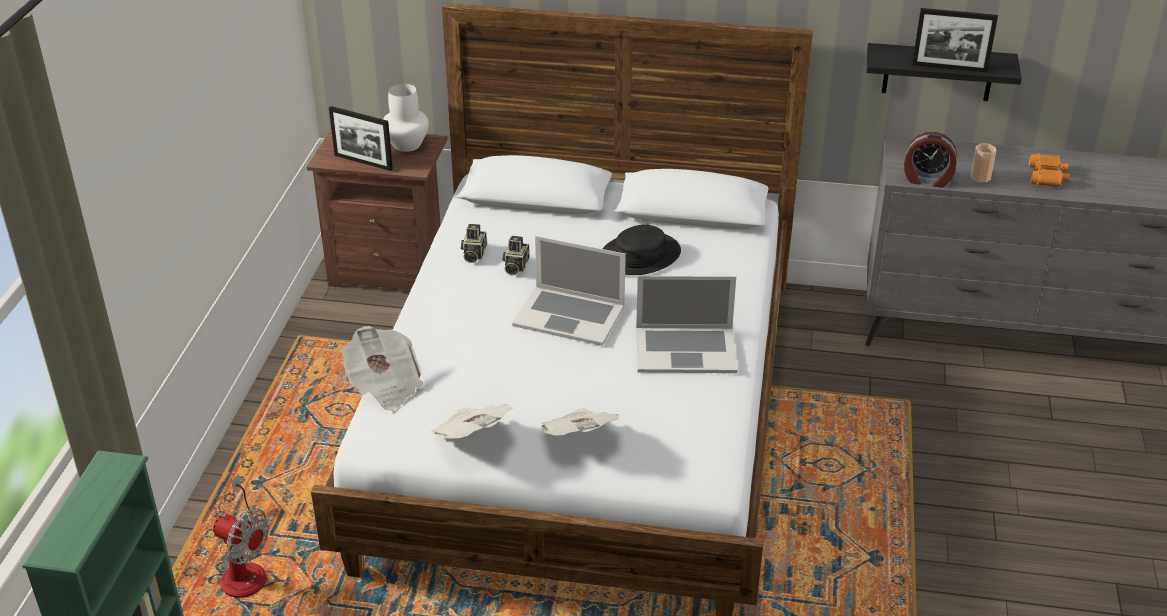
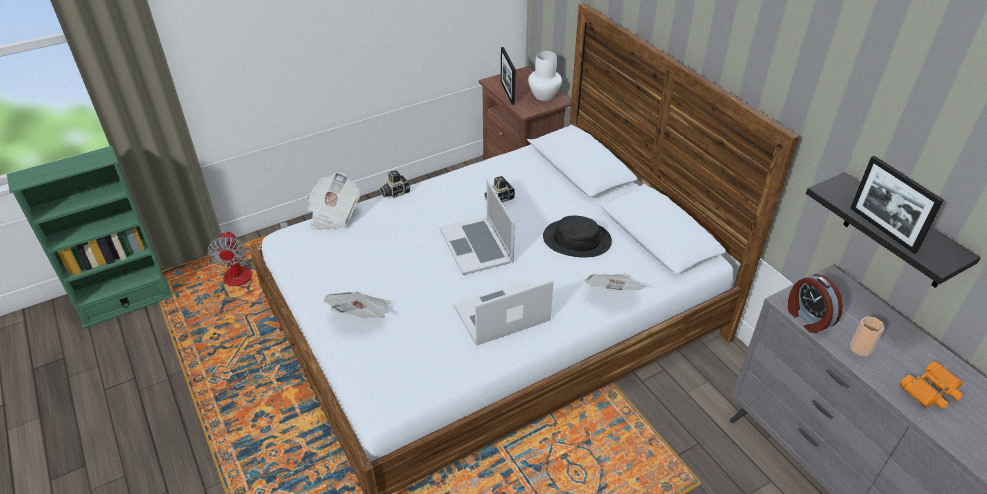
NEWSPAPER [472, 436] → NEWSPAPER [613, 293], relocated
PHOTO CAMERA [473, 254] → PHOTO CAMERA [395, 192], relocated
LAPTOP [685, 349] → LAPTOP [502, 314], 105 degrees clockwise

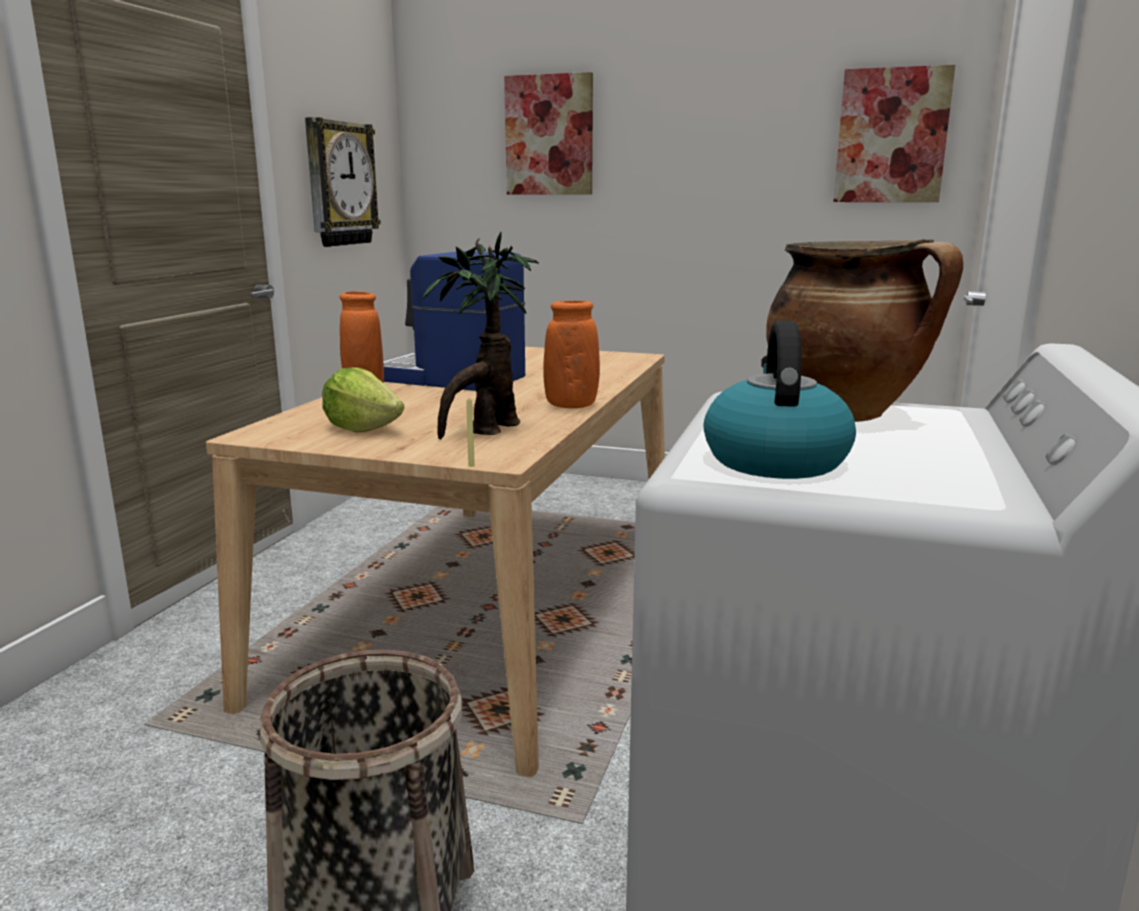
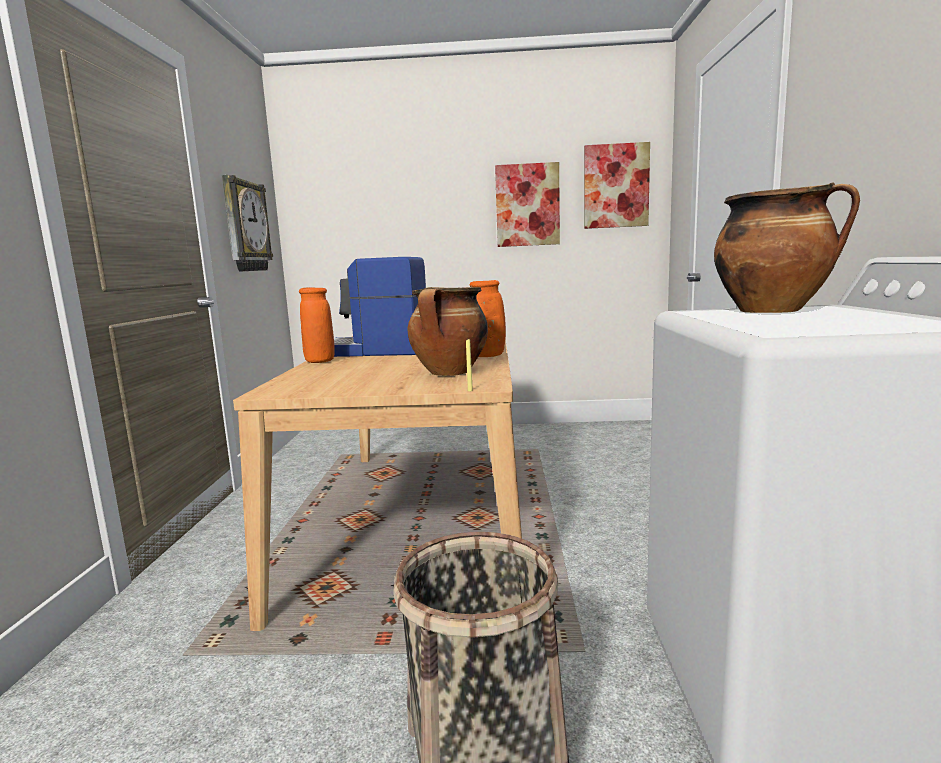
LETTUCE [362, 429] → -
POTTED PLANT [486, 431] → COOKING POT [450, 373]
PICTURE [549, 135] → PICTURE [527, 205], relocated
KETTLE [774, 460] → -

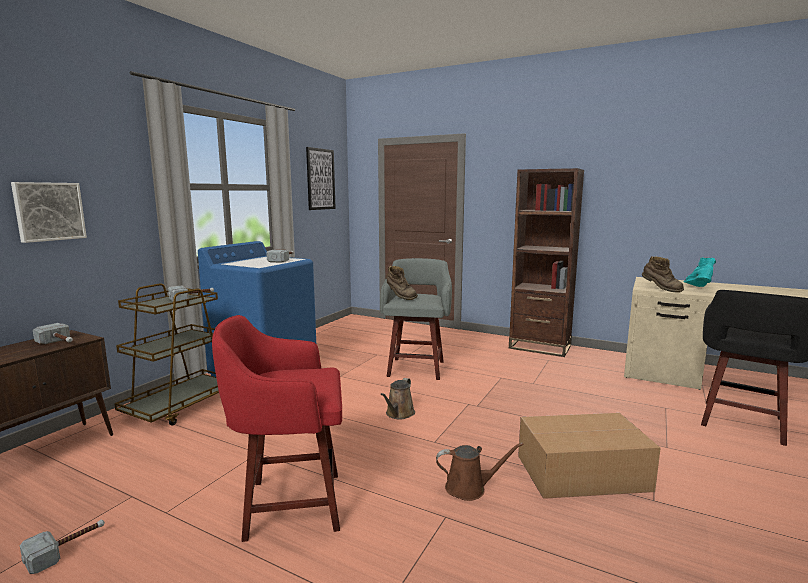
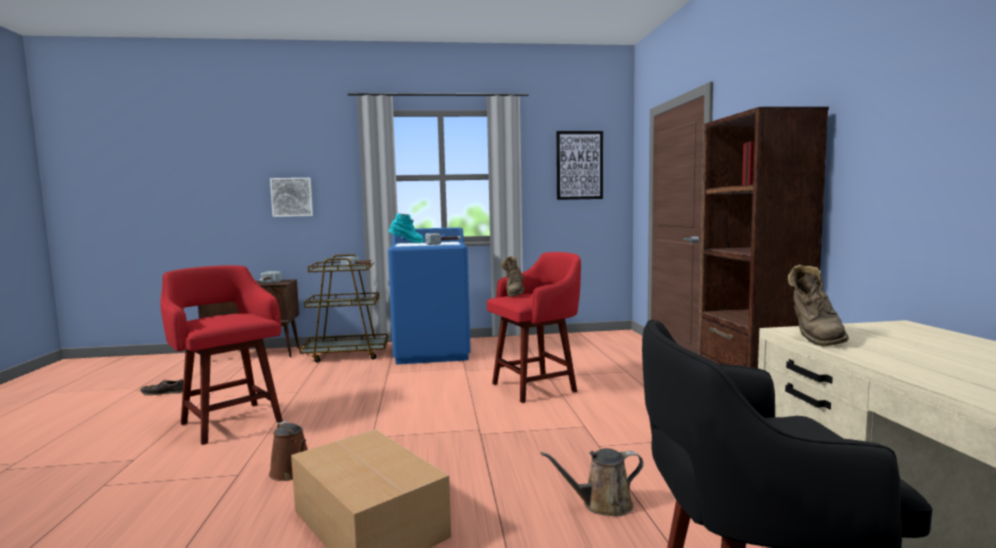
HAMMER [67, 549] → BROWN SHOE [164, 392]
GREY STOOL [416, 368] → RED STOOL [536, 387]
BROWN WATERING CAN [399, 414] → BROWN WATERING CAN [602, 504], relocated
TURQUOISE BOOT [698, 288] → TURQUOISE BOOT [407, 243], relocated

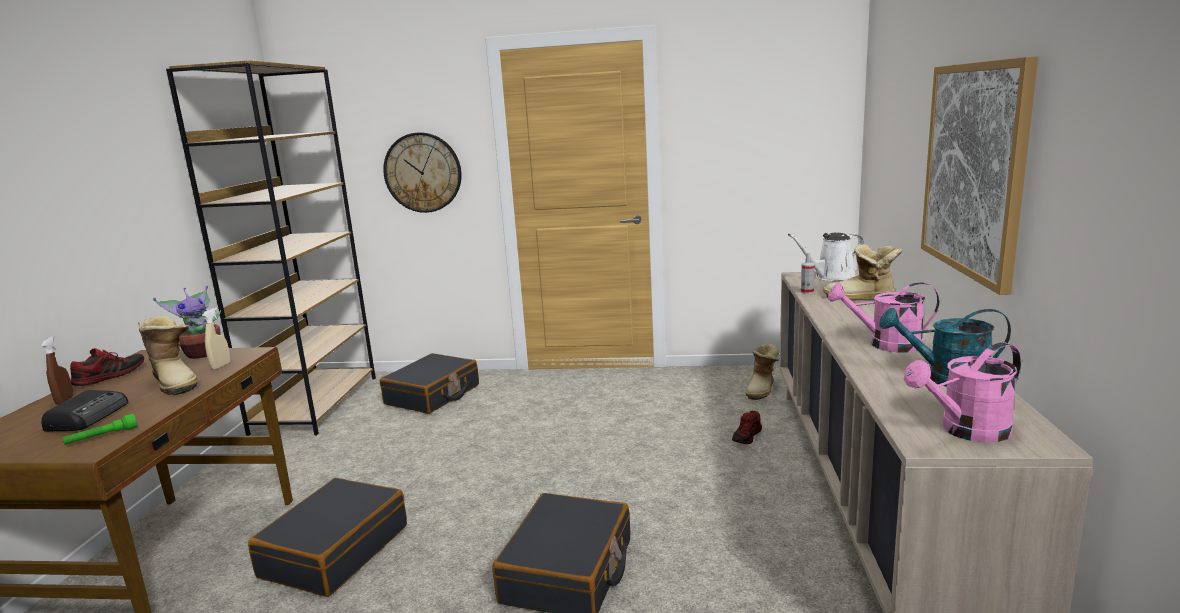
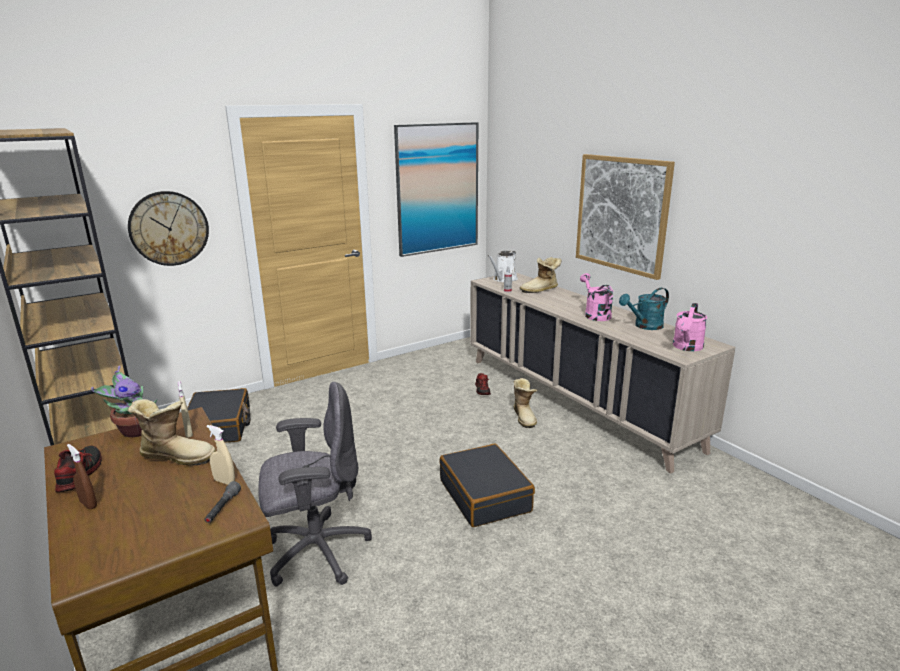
RADIO [89, 416] → -
GREEN FLASHLIGHT [102, 437] → GREY FLASHLIGHT [223, 508]
BLACK SUITCASE [334, 551] → GREY OFFICE CHAIR [315, 552]
BOOT [762, 390] → BOOT [525, 417], relocated
PINK WATERING CAN [886, 344] → PINK WATERING CAN [595, 314], 105 degrees clockwise
- → BEIGE SPRAY BOTTLE [224, 481]
- → PICTURE [437, 189]

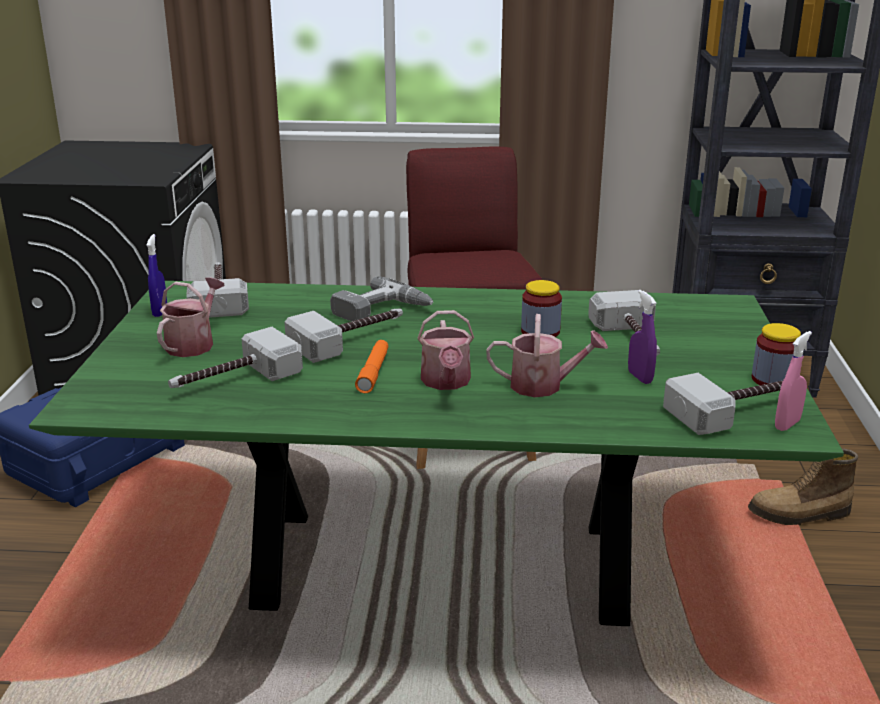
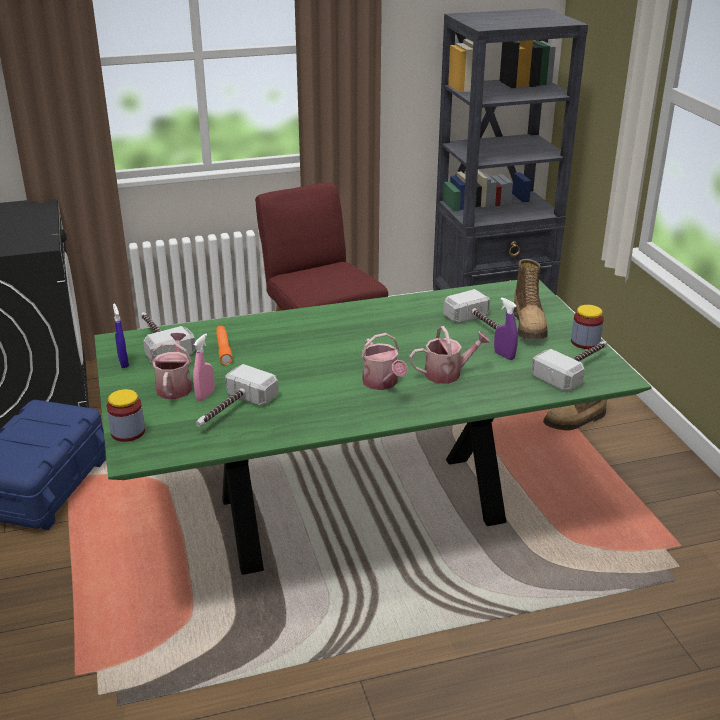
HAMMER [350, 340] → -
POWER DRILL [382, 311] → -
ORANGE FLASHLIGHT [373, 372] → ORANGE FLASHLIGHT [223, 349], relocated
JAR [540, 331] → JAR [128, 432], relocated
PINK SPRAY BOTTLE [787, 424] → PINK SPRAY BOTTLE [205, 395], relocated
- → BOOT [529, 325]

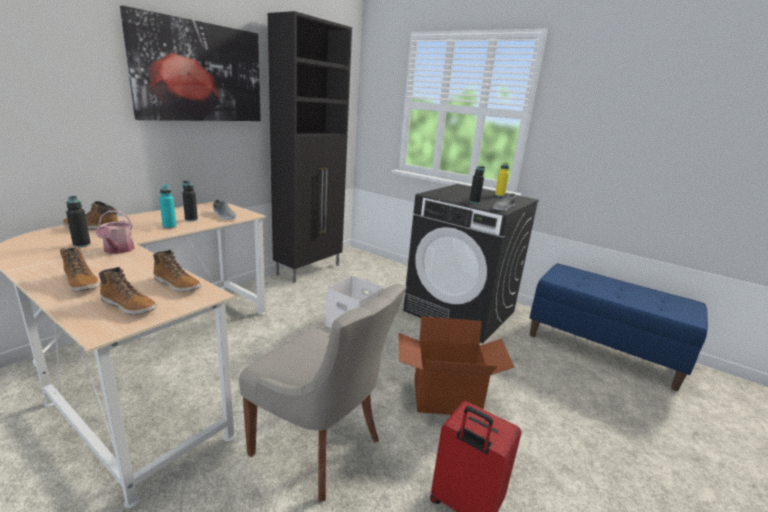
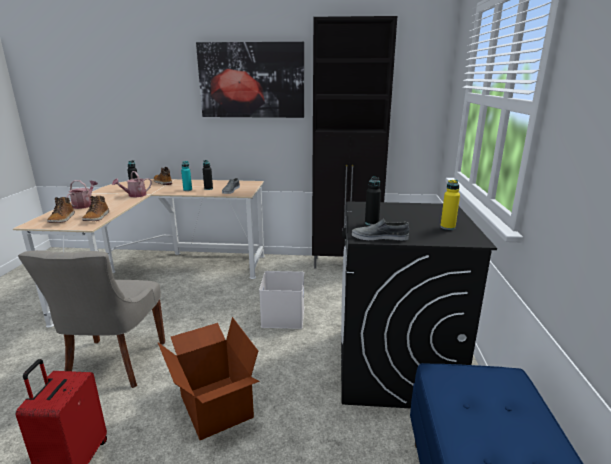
BOOT [82, 283] → WATERING CAN [84, 205]

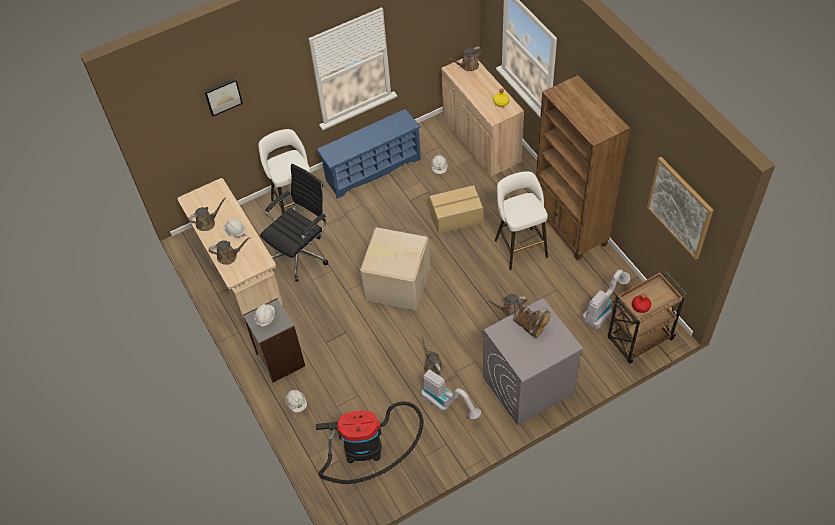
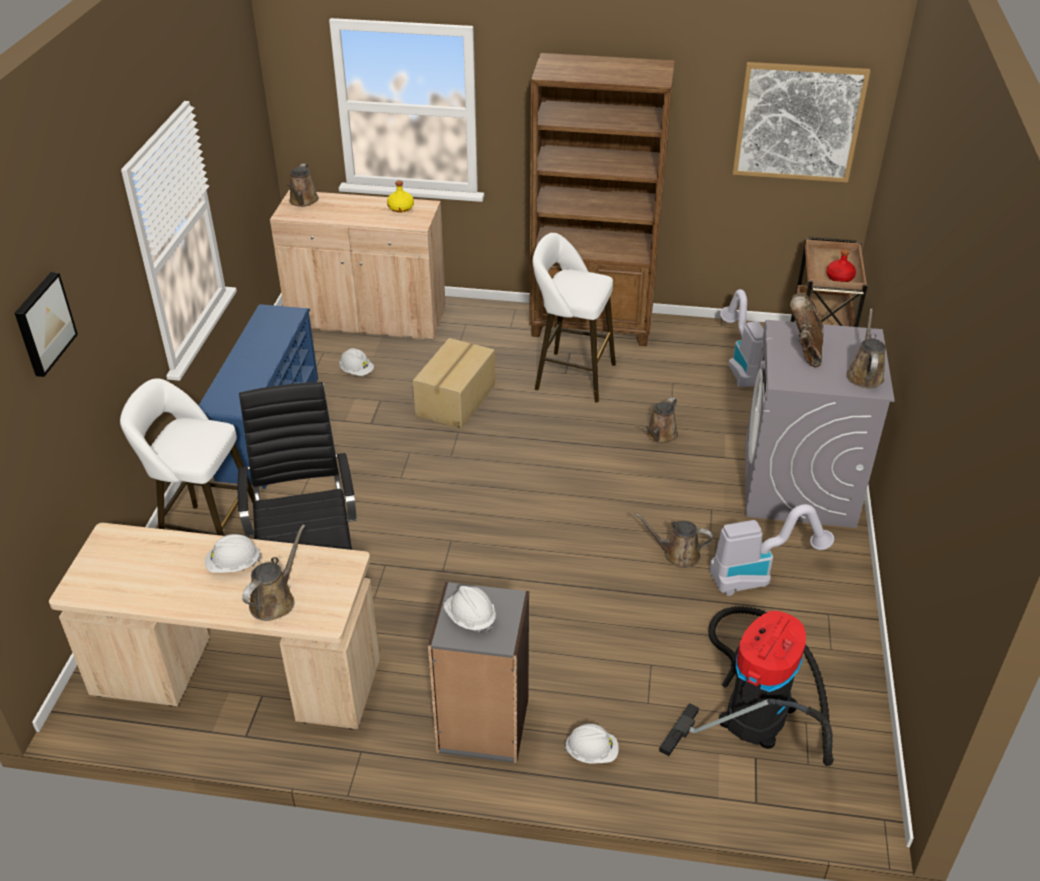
BROWN WATERING CAN [207, 222] → BROWN WATERING CAN [864, 374], relocated
CARDBOARD BOX [397, 283] → -
BROWN BOOT [530, 326] → BROWN BOOT [805, 350], 75 degrees counterclockwise

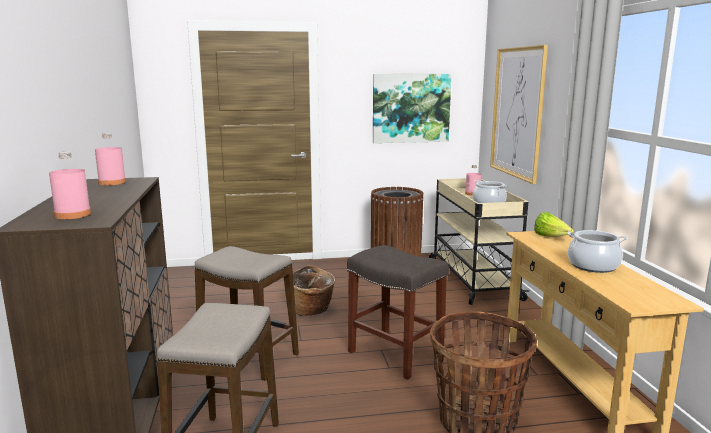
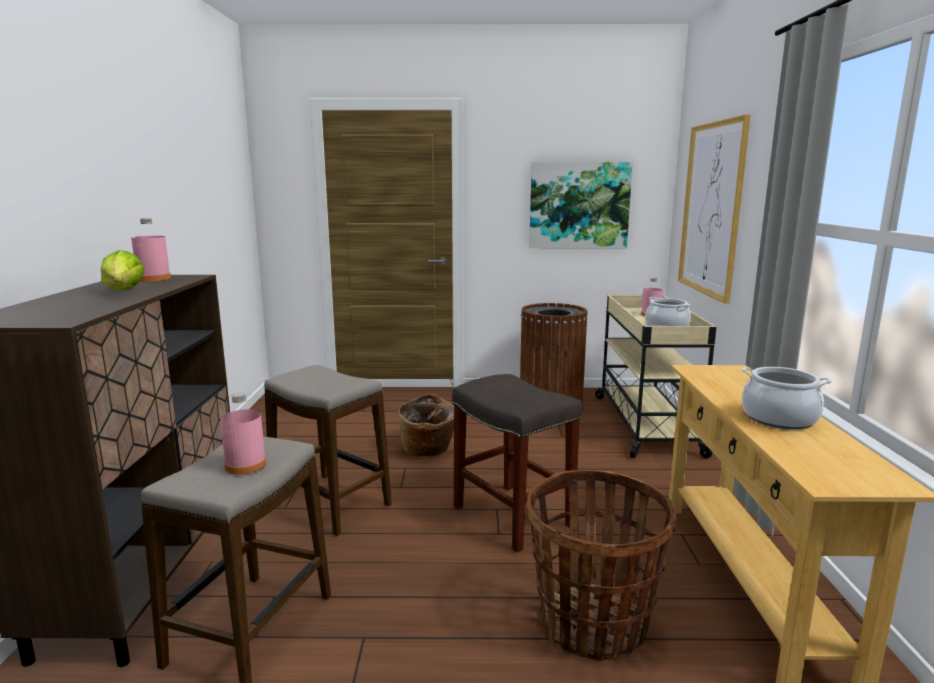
PINK BOTTLE [73, 215] → PINK BOTTLE [245, 465], relocated
LETTUCE [550, 237] → LETTUCE [123, 292], relocated

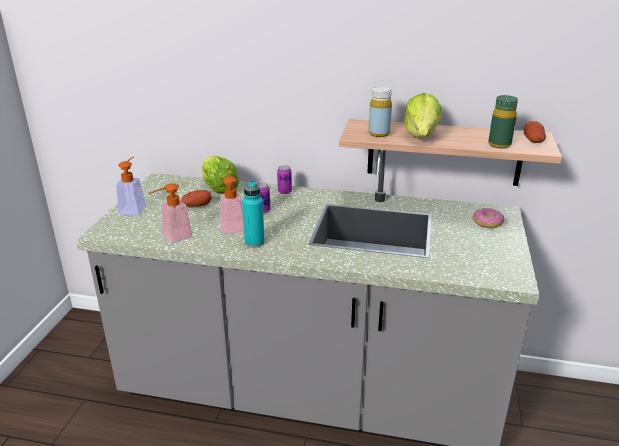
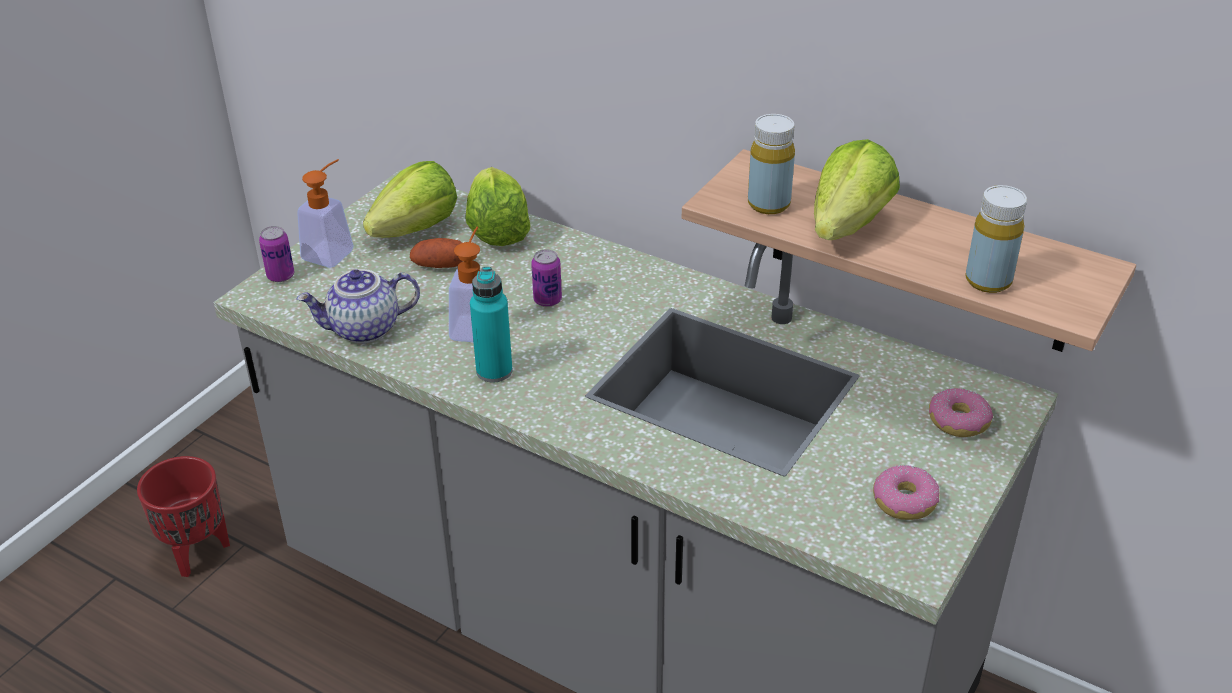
SOAP DISPENSER [172, 237] → TEAPOT [364, 330]
CAN [284, 192] → CAN [280, 276], relocated
GREEN BOTTLE [499, 145] → YELLOW BOTTLE [988, 281]
POTATO [533, 140] → -
- → RED PLANTER [198, 552]
- → LETTUCE [416, 229]
- → DONUT [904, 501]

